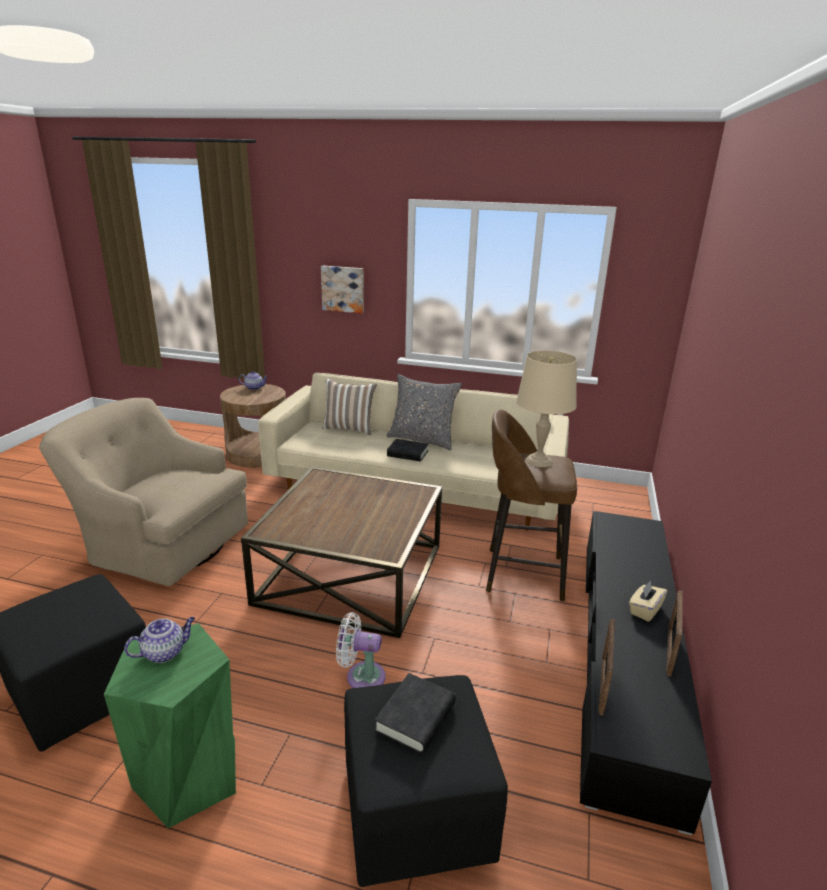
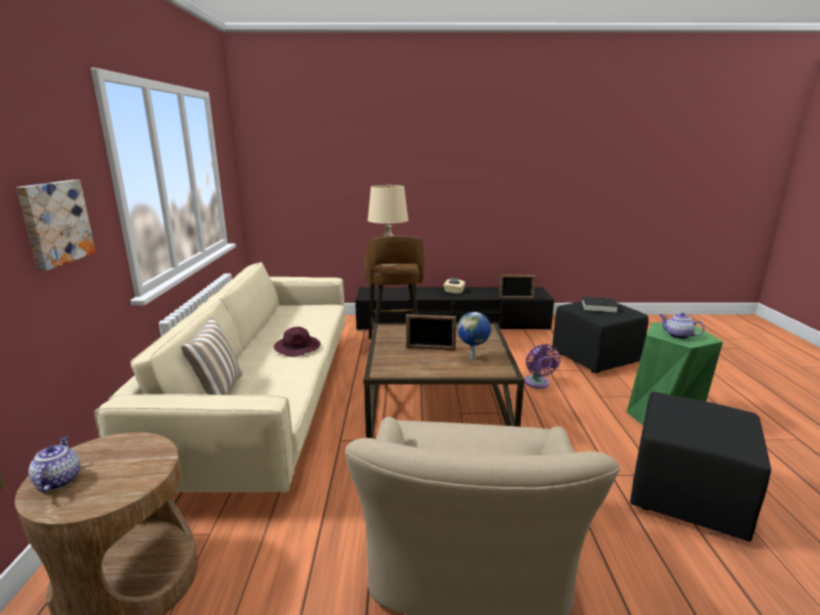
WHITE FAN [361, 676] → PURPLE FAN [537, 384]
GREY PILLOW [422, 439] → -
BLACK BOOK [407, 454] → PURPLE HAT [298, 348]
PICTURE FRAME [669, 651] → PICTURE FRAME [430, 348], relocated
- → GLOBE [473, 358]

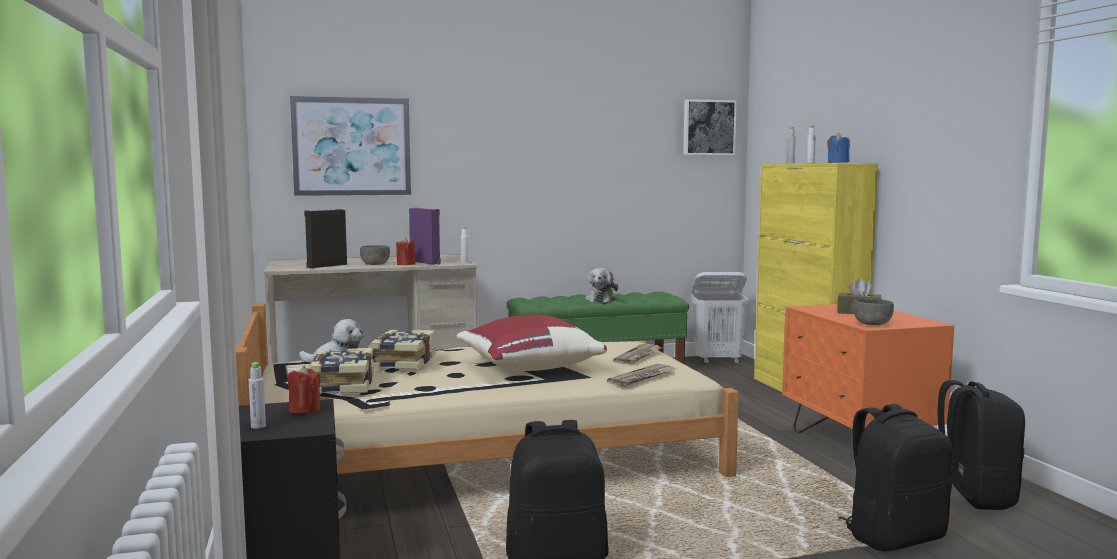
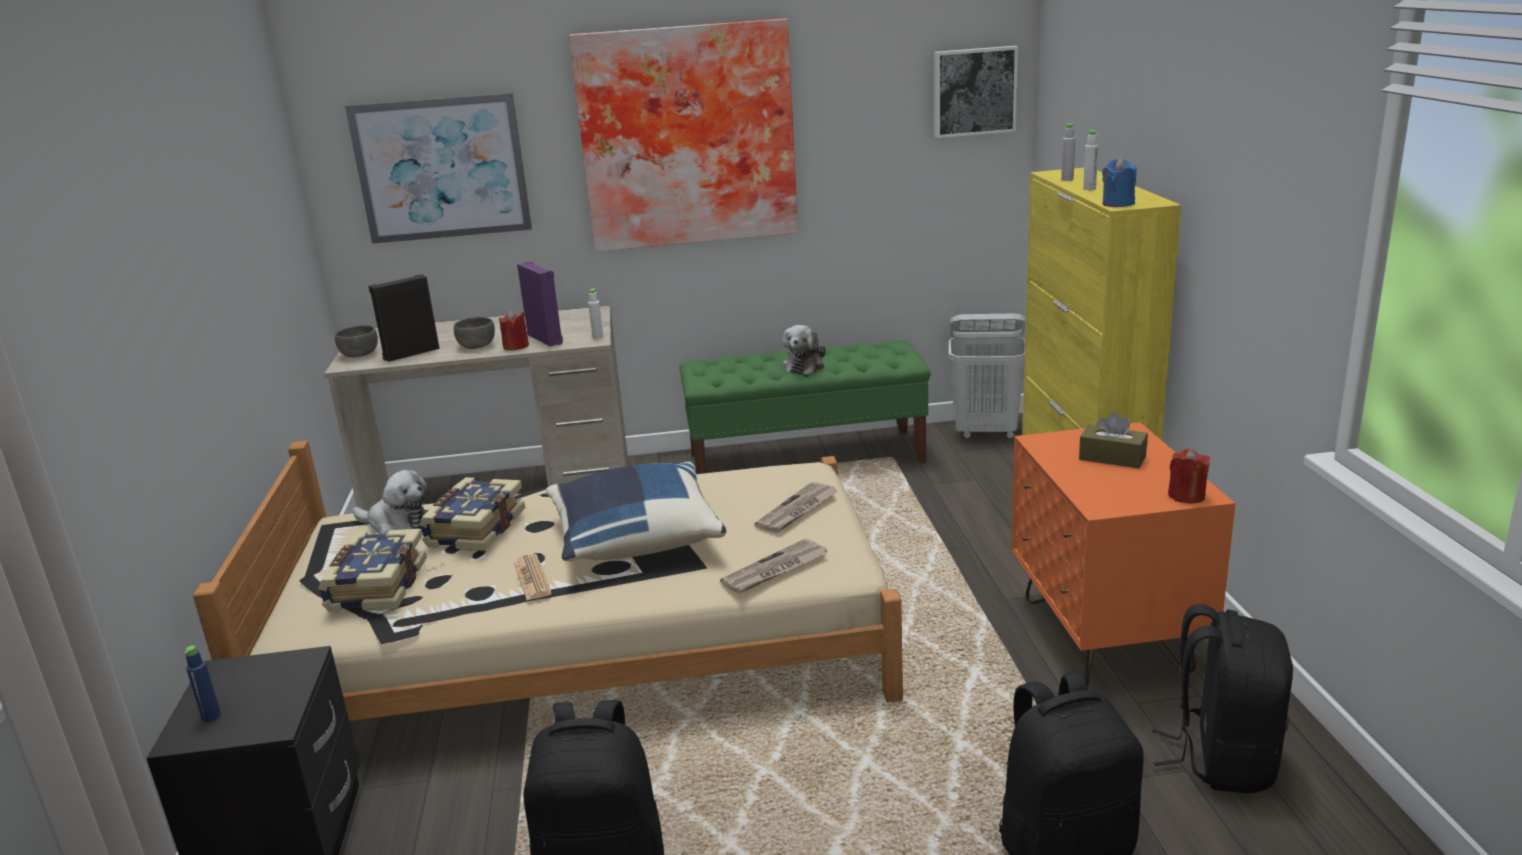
GREY BOTTLE [258, 426] → BLUE BOTTLE [211, 716]
RED CANDLE [304, 409] → RED CANDLE [1186, 496], relocated
RED PILLOW [528, 367] → BLUE PILLOW [635, 540]
GREY BOWL [872, 324] → GREY BOWL [360, 354], relocated
- → NEWSPAPER [532, 578]
- → PICTURE [687, 136]

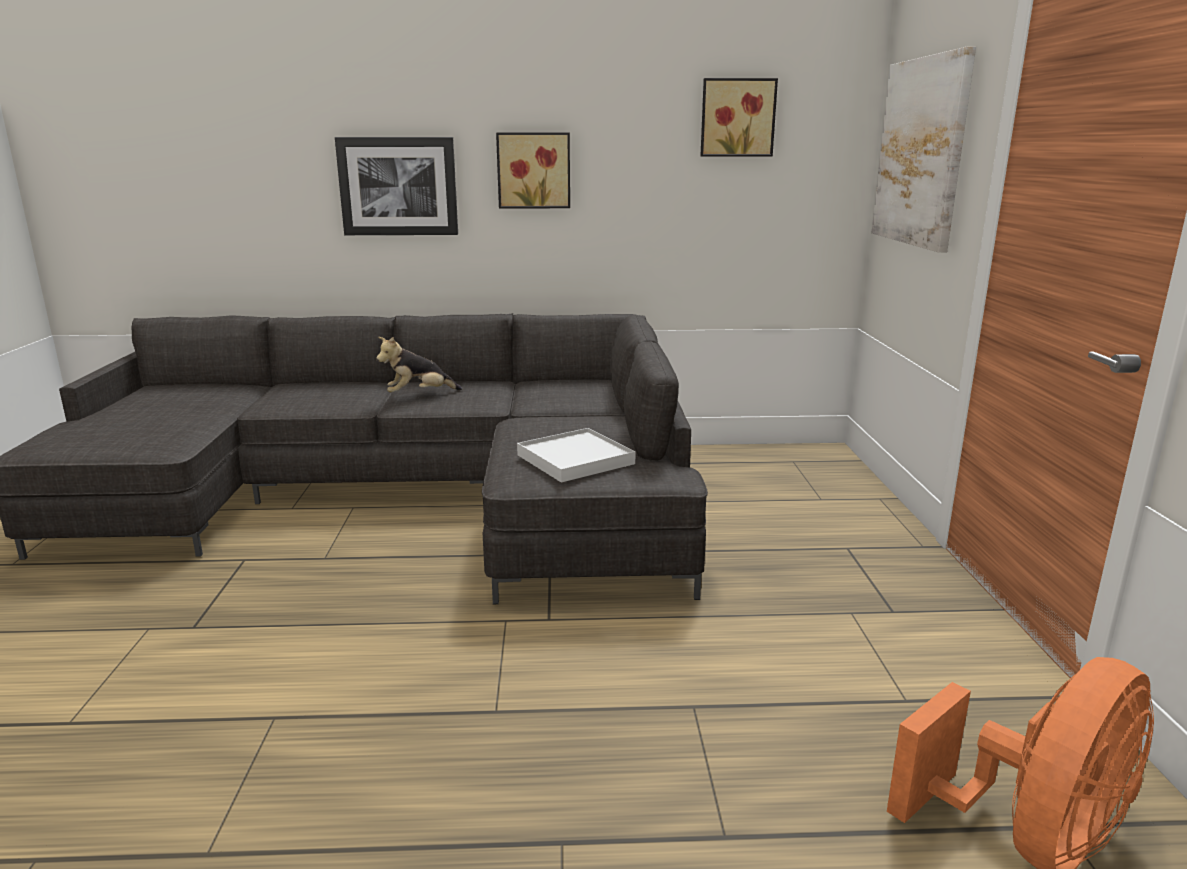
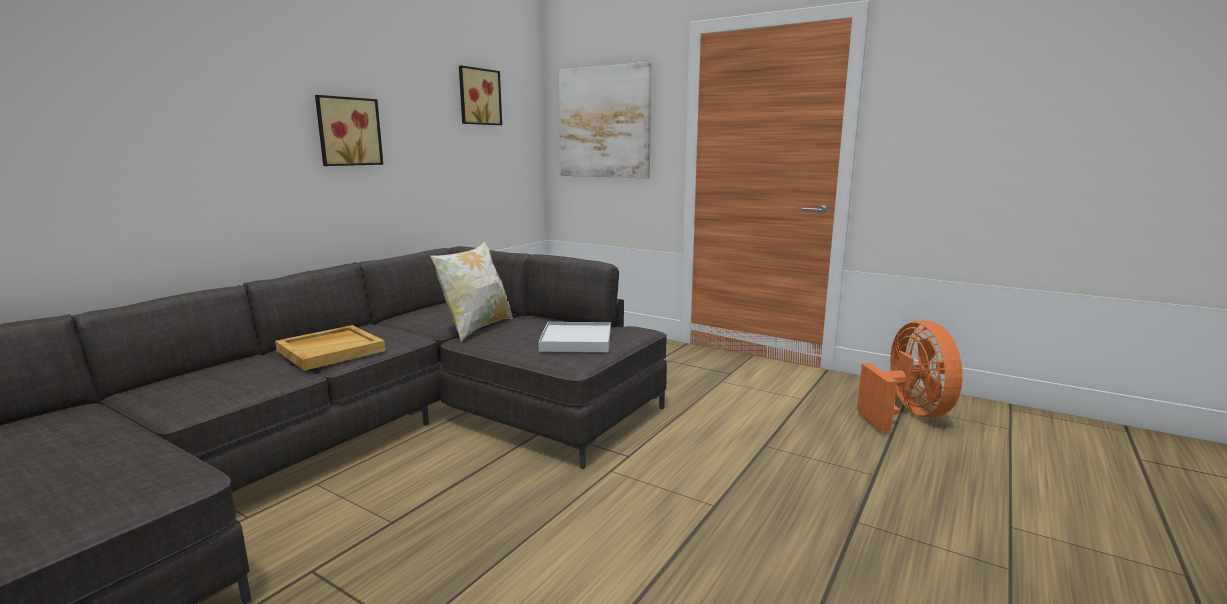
PICTURE [398, 186] → -
PLUSH TOY [418, 395] → BEIGE TRAY [331, 350]
- → PILLOW [476, 328]

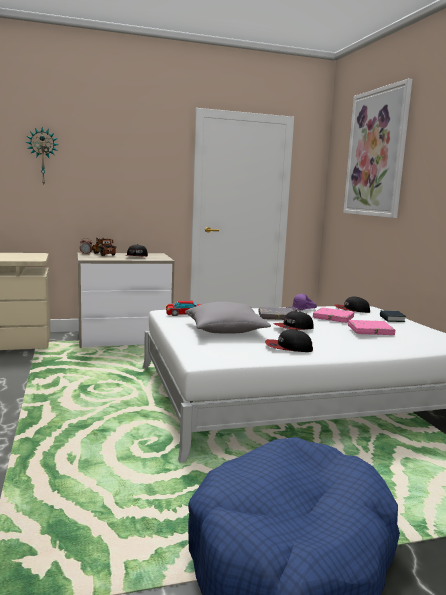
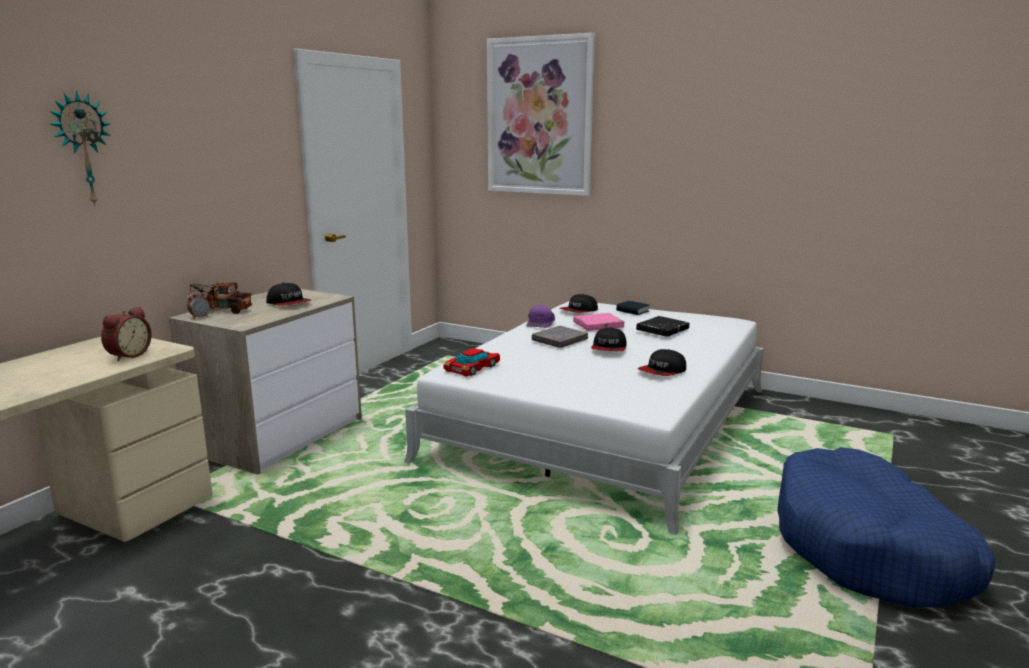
GREY PILLOW [225, 330] → -
PINK BOOK [370, 331] → BLACK BOOK [662, 330]
- → ALARM CLOCK [127, 355]

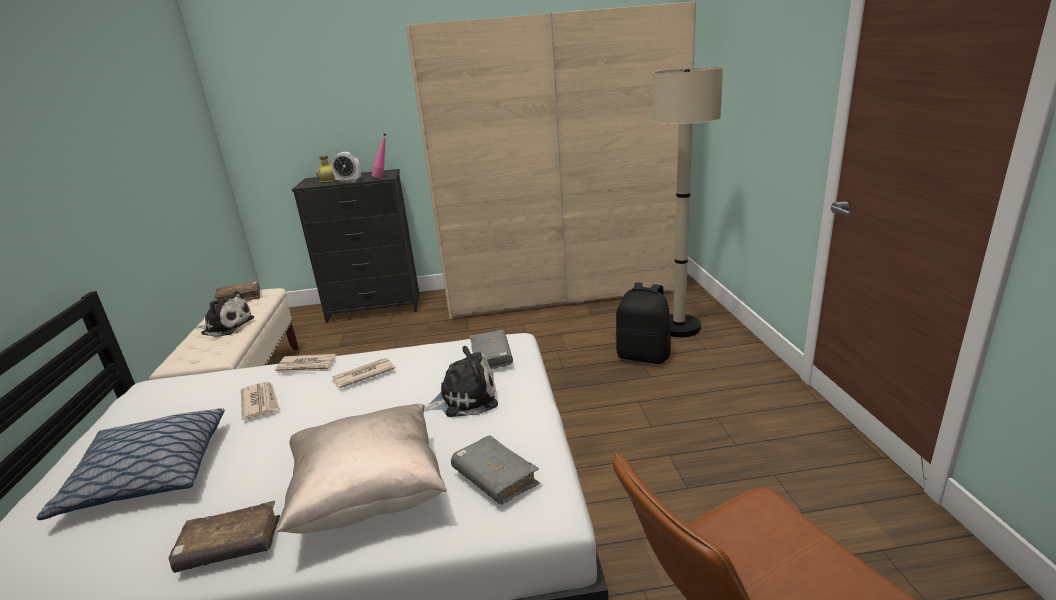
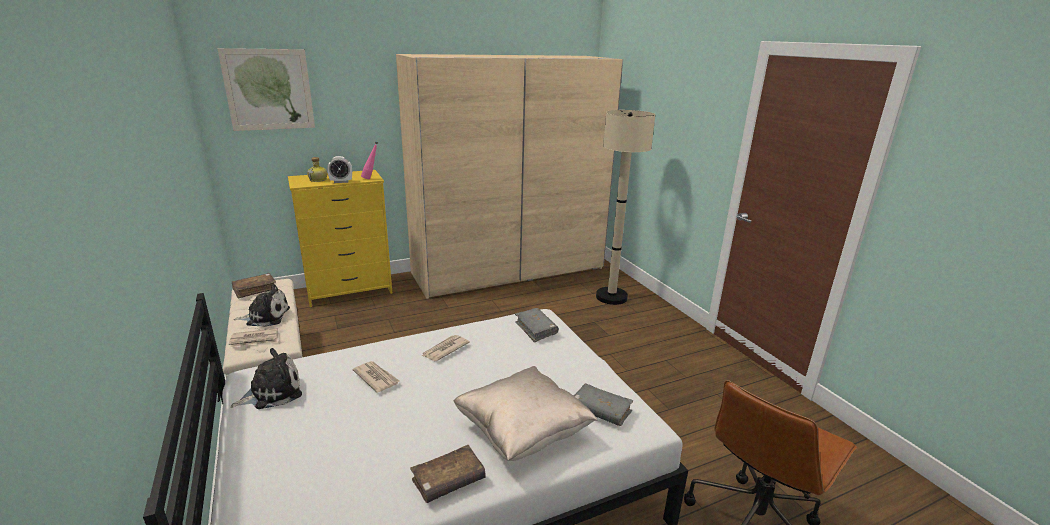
PILLOW [148, 475] → -
NEWSPAPER [307, 366] → NEWSPAPER [255, 340], relocated
BLACK DRESSER [374, 307] → YELLOW DRESSER [349, 291]
PLUSH TOY [464, 399] → PLUSH TOY [272, 392], relocated
BLACK BACKPACK [643, 356] → -
- → PICTURE [269, 90]

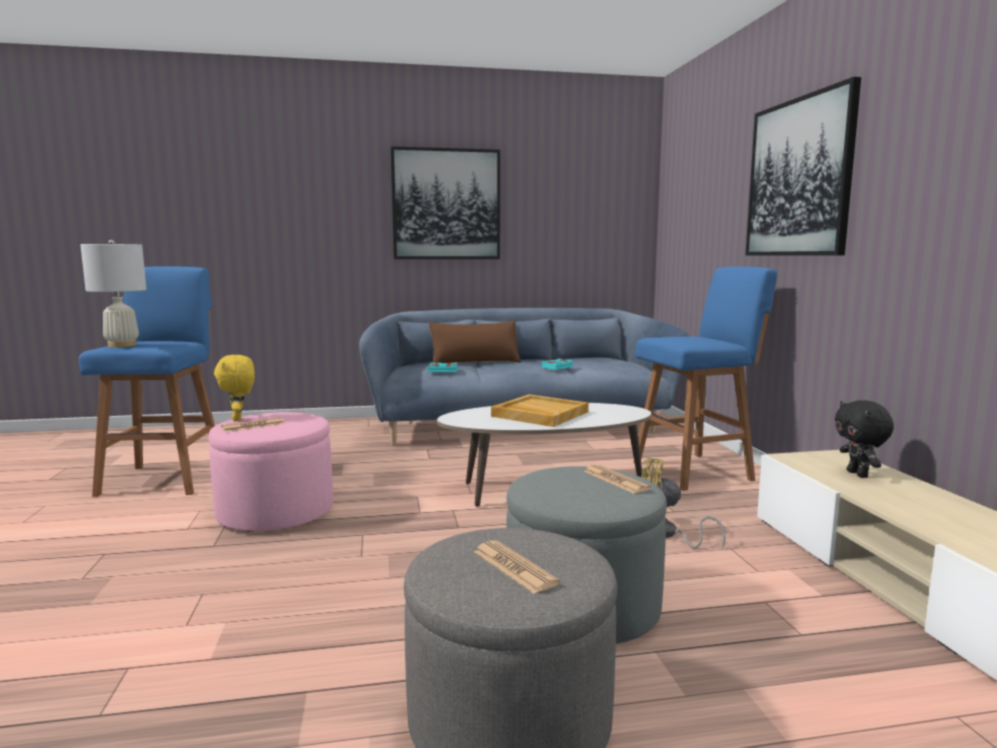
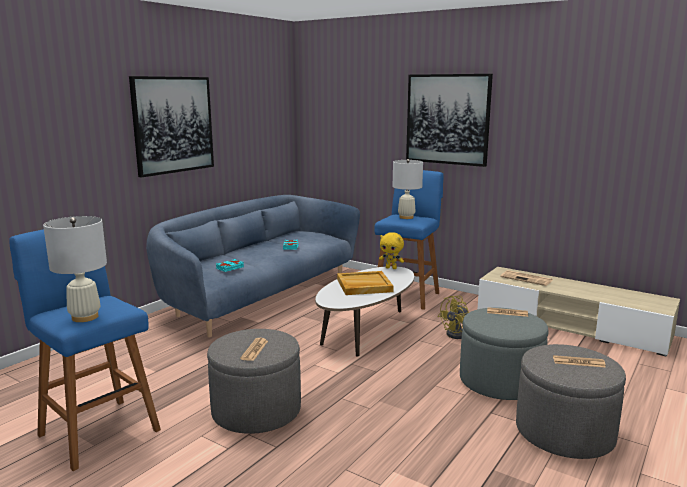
PINK OTTOMAN [275, 512] → GREY OTTOMAN [256, 411]
YELLOW PLUSH TOY [239, 419] → YELLOW PLUSH TOY [391, 268], relocated
BROWN PILLOW [475, 362] → -
BLACK PLUSH TOY [858, 474] → NEWSPAPER [527, 279]
- → WHITE TABLE LAMP [406, 217]

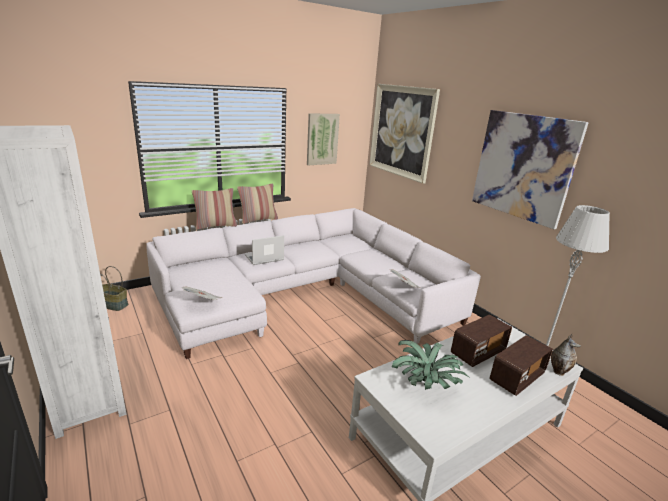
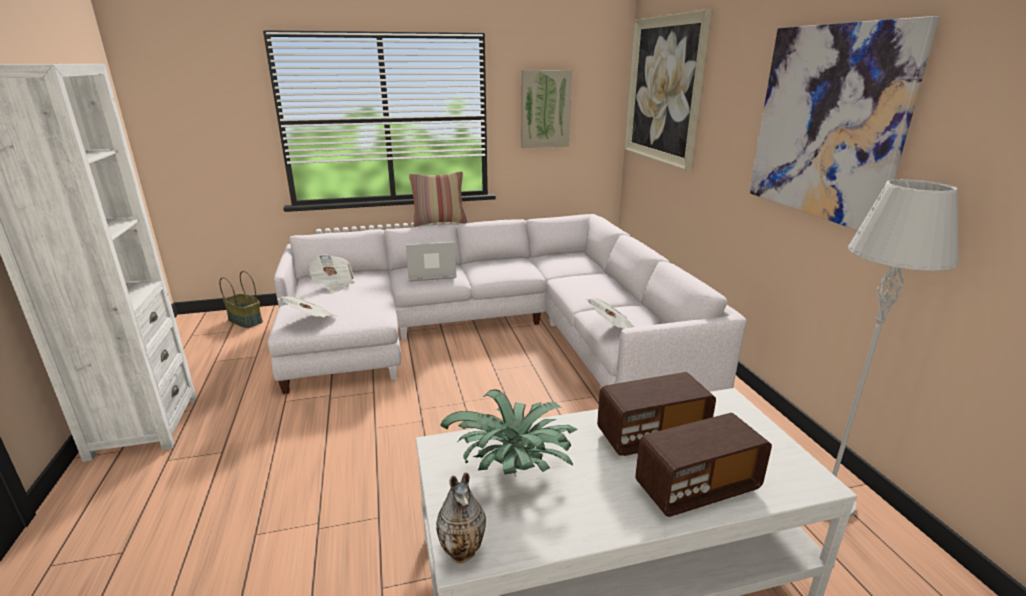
PILLOW [215, 226] → -
VASE [558, 371] → VASE [463, 551], relocated
- → NEWSPAPER [333, 284]

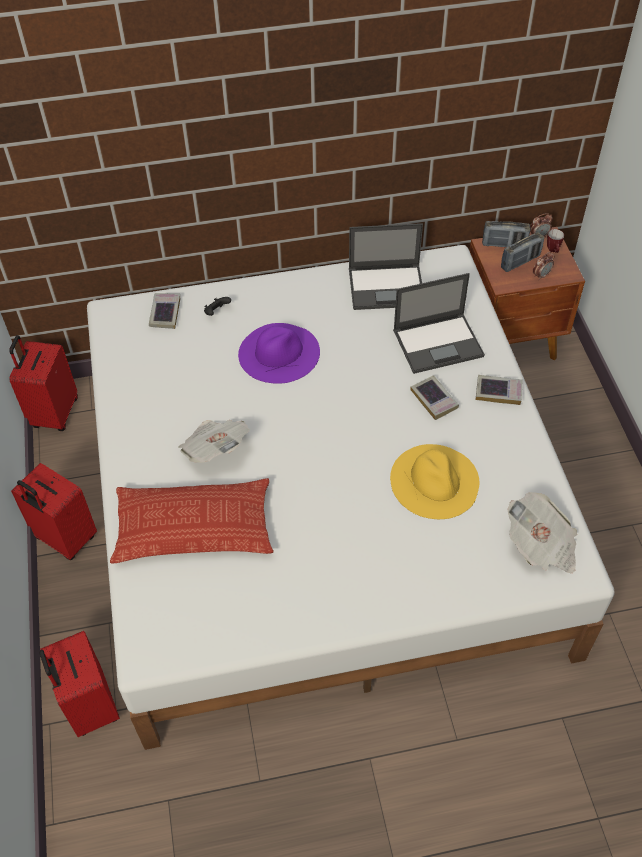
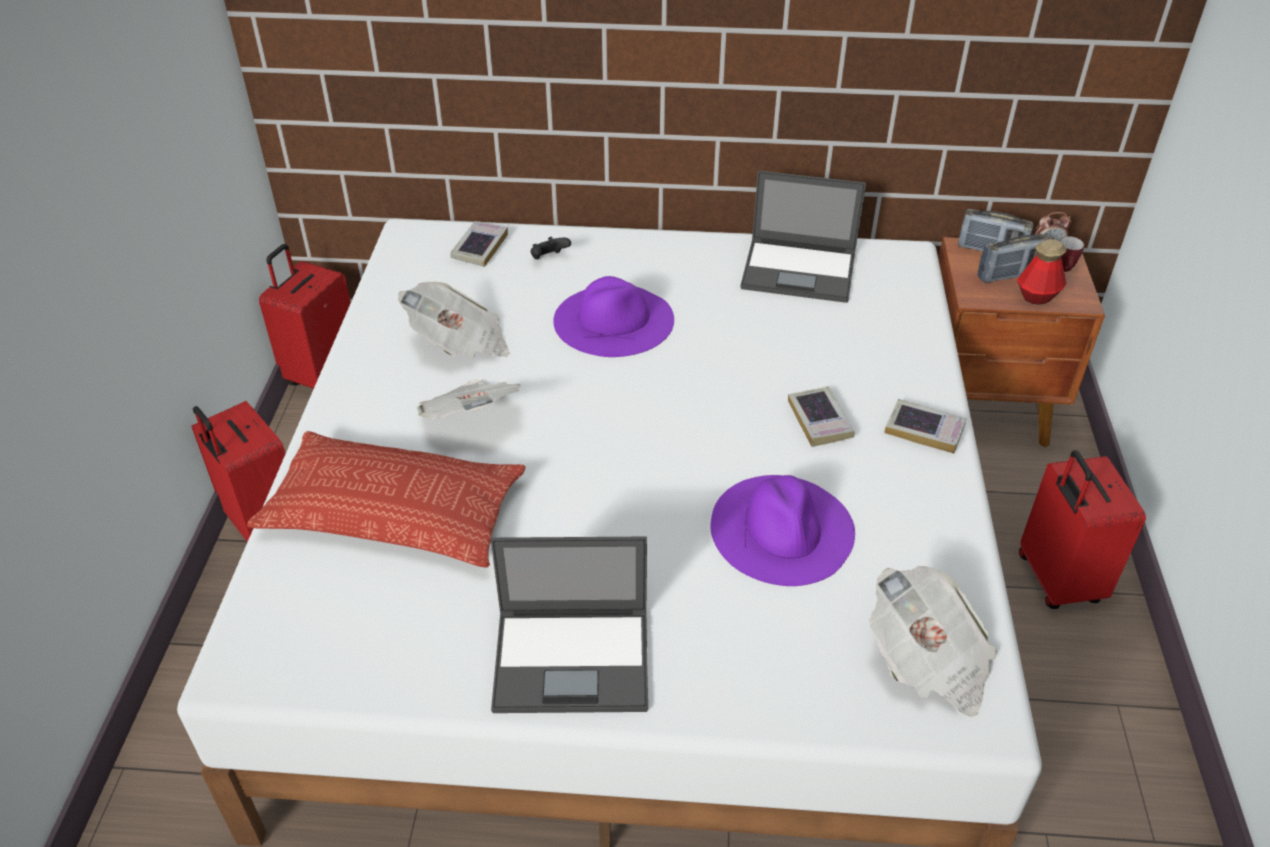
RED SUITCASE [90, 706] → RED SUITCASE [1056, 580], relocated
YELLOW HAT [435, 481] → PURPLE HAT [782, 528]
LAPTOP [439, 343] → LAPTOP [574, 660], relocated
ALARM CLOCK [541, 275] → BOTTLE [1037, 296]
- → NEWSPAPER [460, 344]

